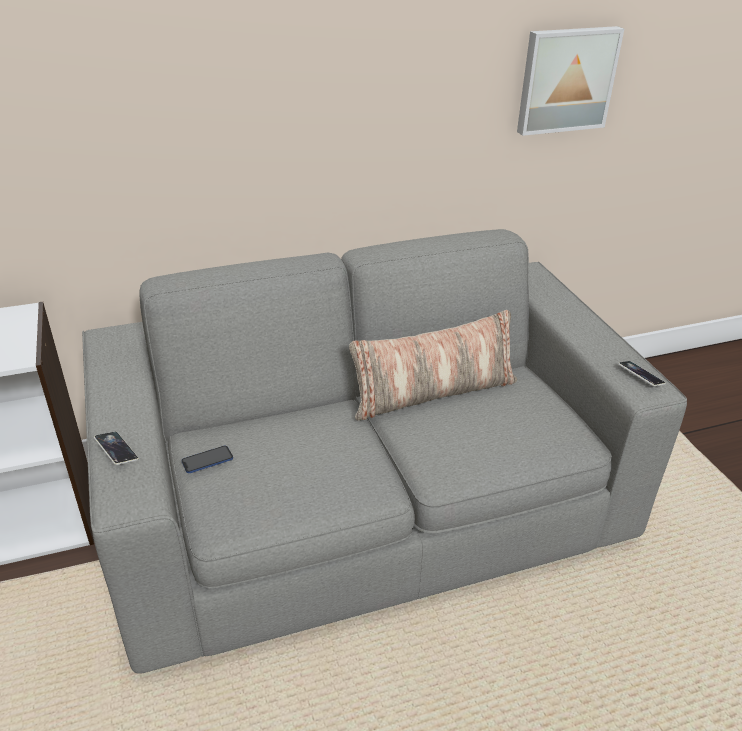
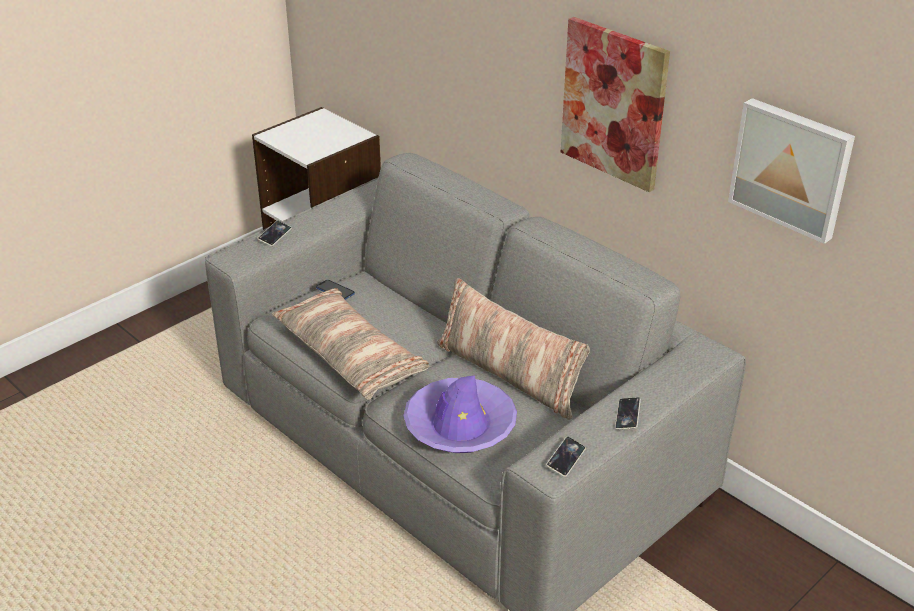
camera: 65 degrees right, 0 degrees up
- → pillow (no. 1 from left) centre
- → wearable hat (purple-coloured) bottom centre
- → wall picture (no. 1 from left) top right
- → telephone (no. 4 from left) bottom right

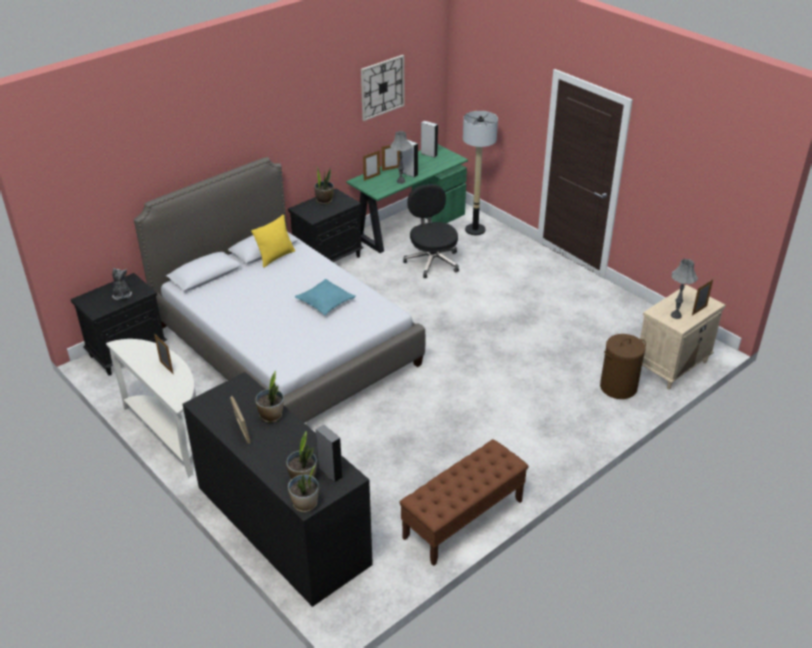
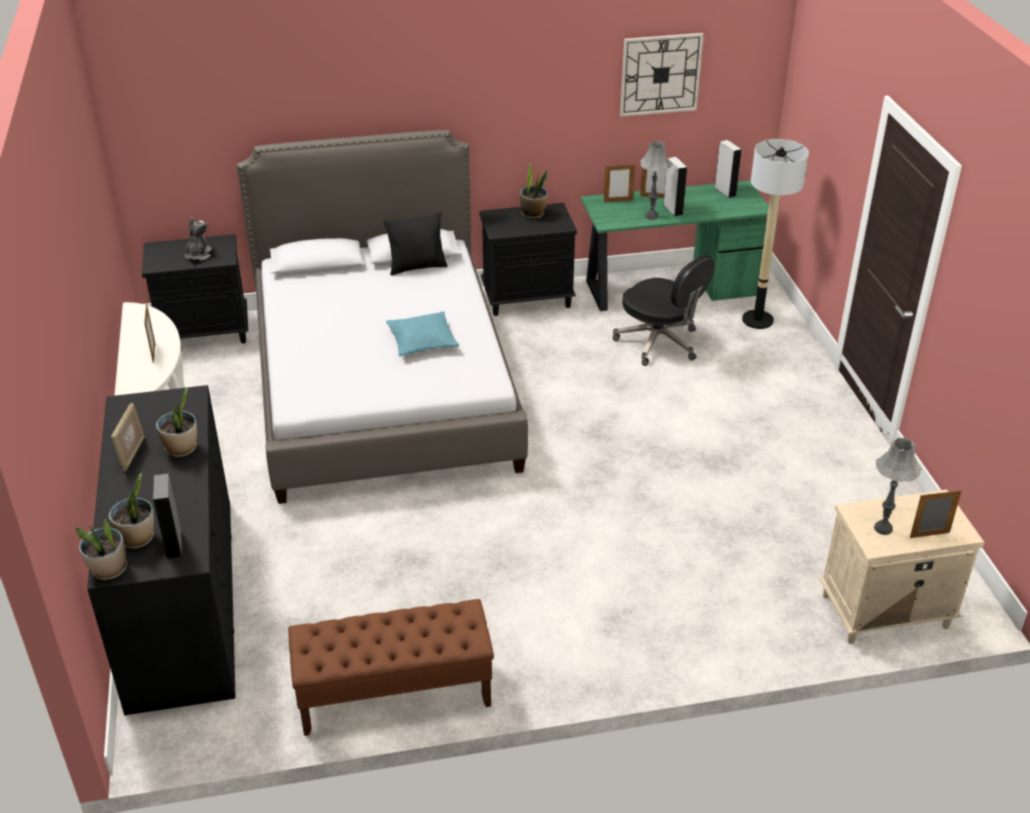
camera: 30 degrees right, 0 degrees up
pillow (yellow-coloured) centre → pillow (blackish) top centre
office chair (blackish) centre, 120 degrees clockwise
washing basket (brown) middle right → -

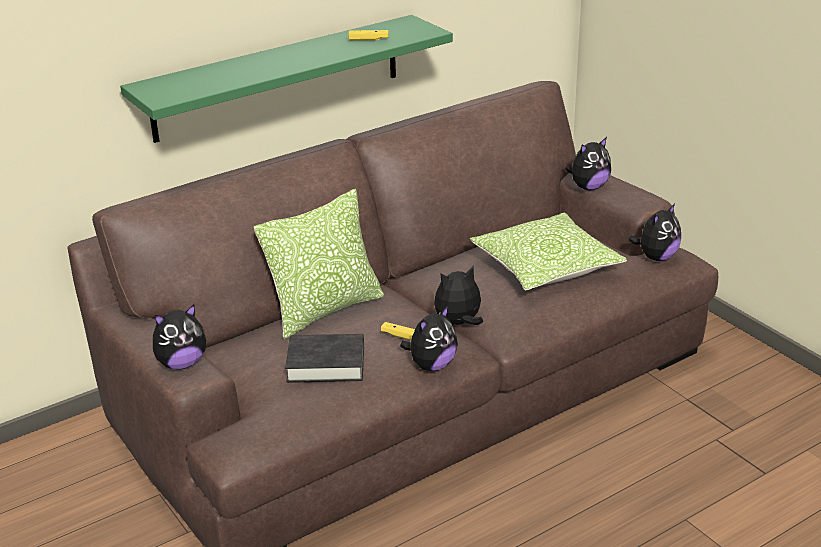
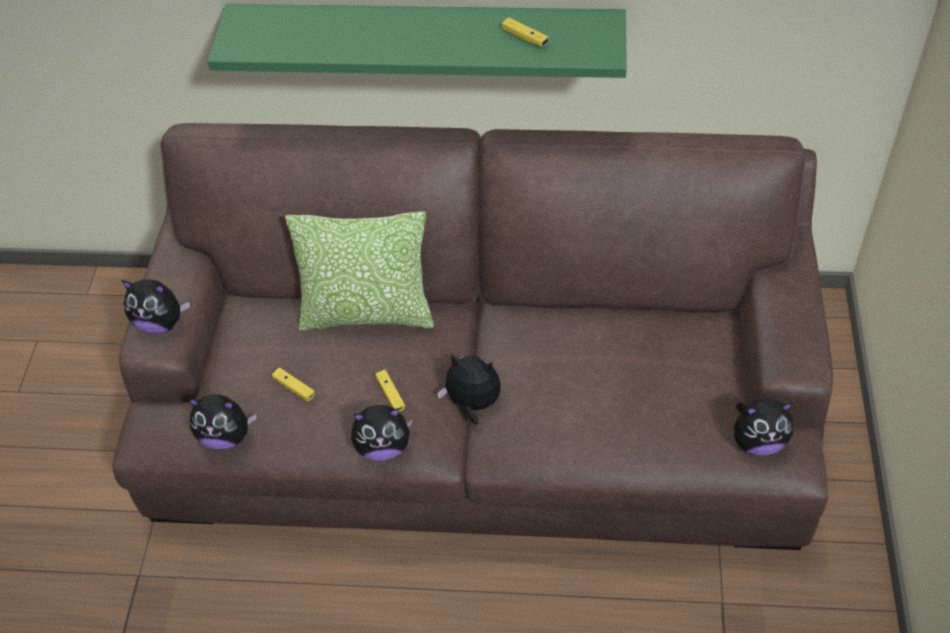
camera: 40 degrees right, 20 degrees up
bound book (blackish) centre → game controller (yellow-coloured) (no. 1 from left) middle left
pillow (no. 2 from left) middle right → -
plush toy (no. 4 from left in the first image) top right → plush toy (no. 2 from left) bottom left, shifted

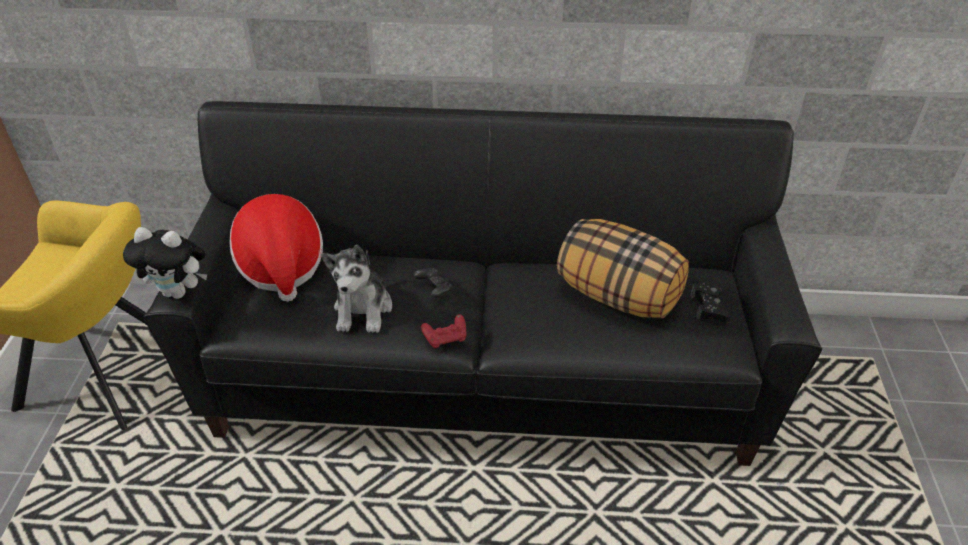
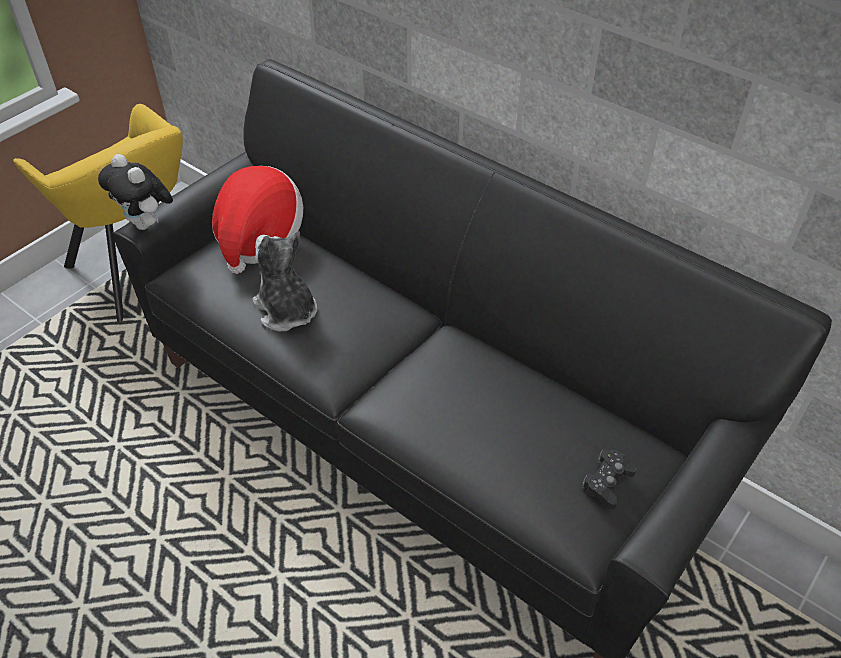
camera: 35 degrees right, 5 degrees up
plush toy (no. 2 from left) centre, 105 degrees clockwise
game controller (blackish) (no. 1 from left) centre → -
game controller (red) centre → -
pillow centre → -

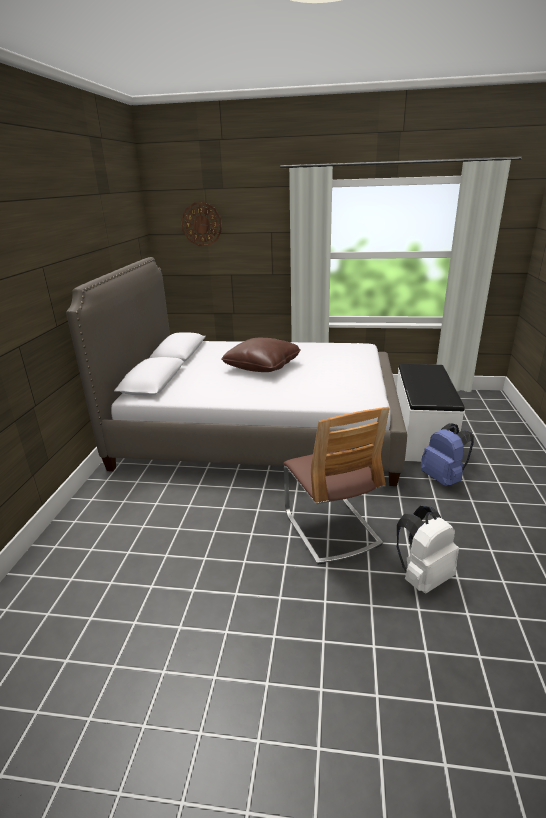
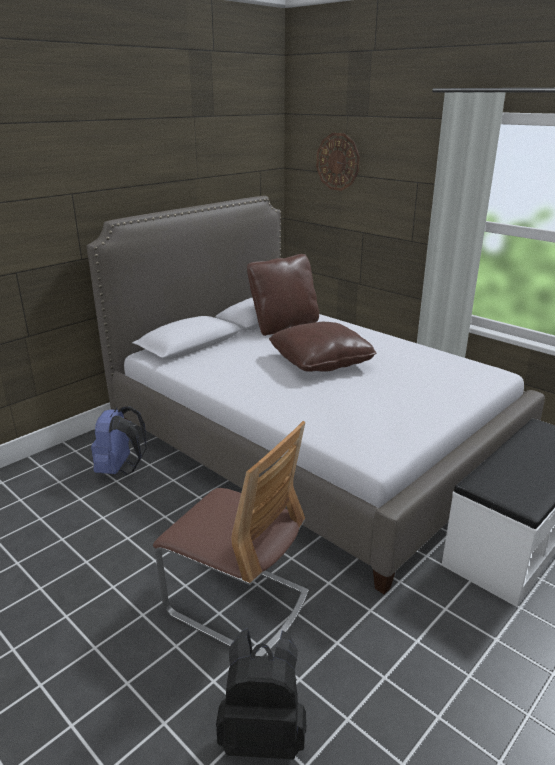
camera: 35 degrees right, 0 degrees up
plain chair centre → plain chair bottom centre, 75 degrees counterclockwise
backpack (whitish) bottom right → backpack (blackish) bottom centre
backpack (blue) middle right → backpack (blue) middle left, shifted
- → pillow (brown) (no. 1 from left) centre

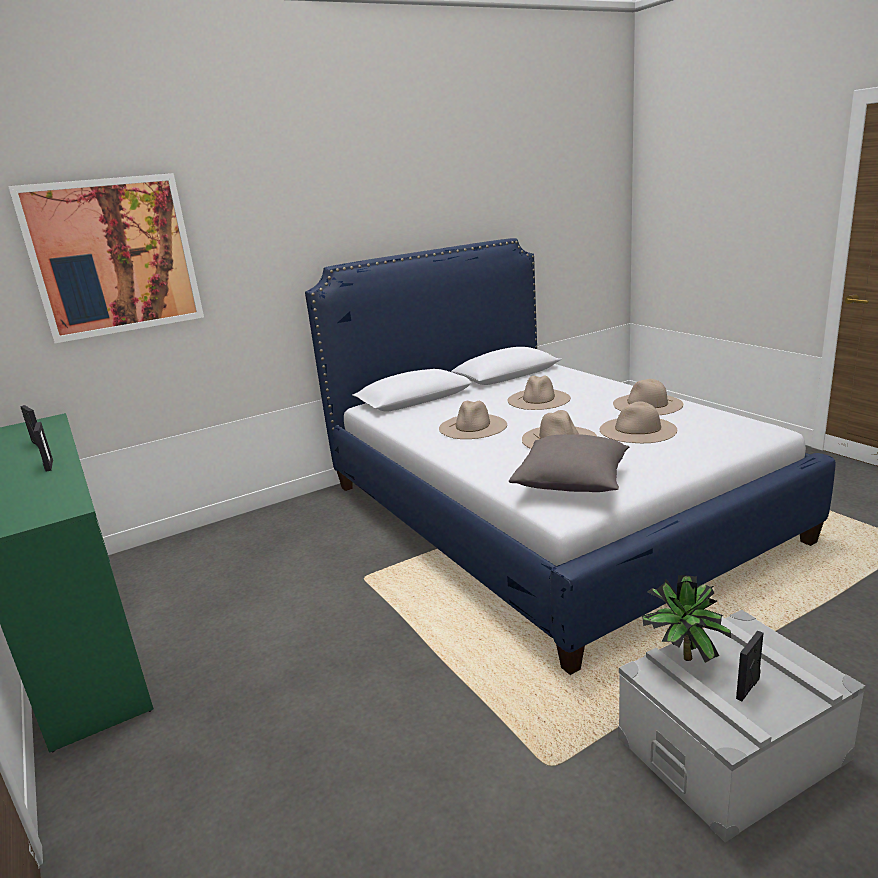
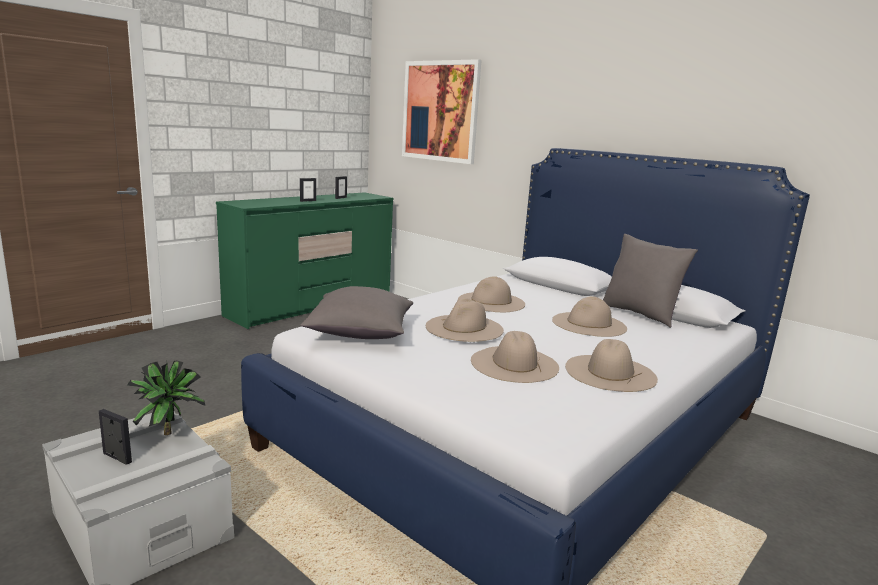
camera: 70 degrees right, 5 degrees down
- → pillow (grey) (no. 2 from left) middle right

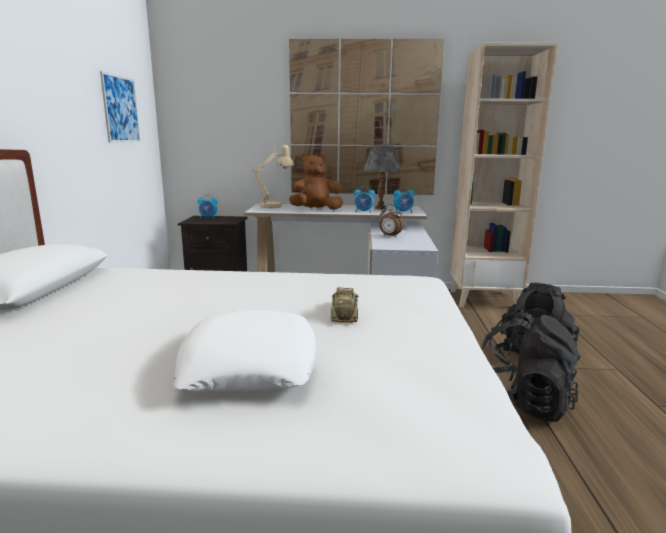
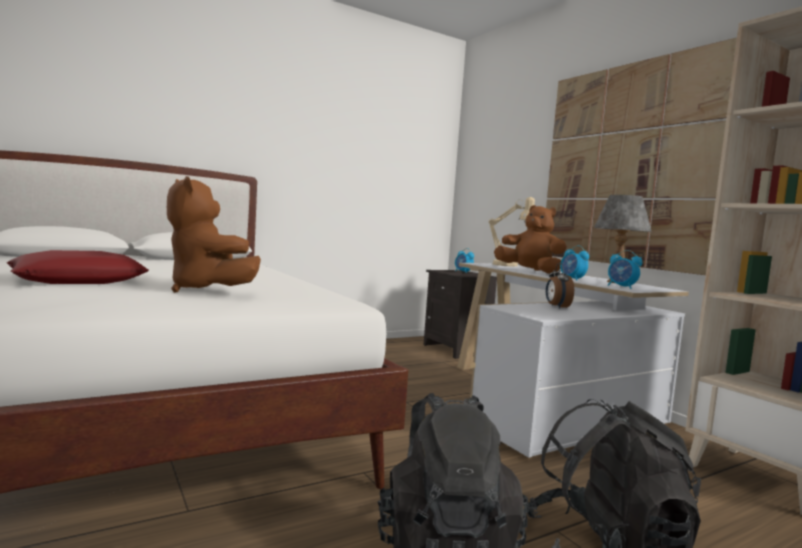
camera: 55 degrees right, 10 degrees down
wall picture (no. 1 from left) top left → -
pillow (whitish) centre → pillow (red) middle left
toy car centre → plush toy (brown) (no. 1 from left) middle left

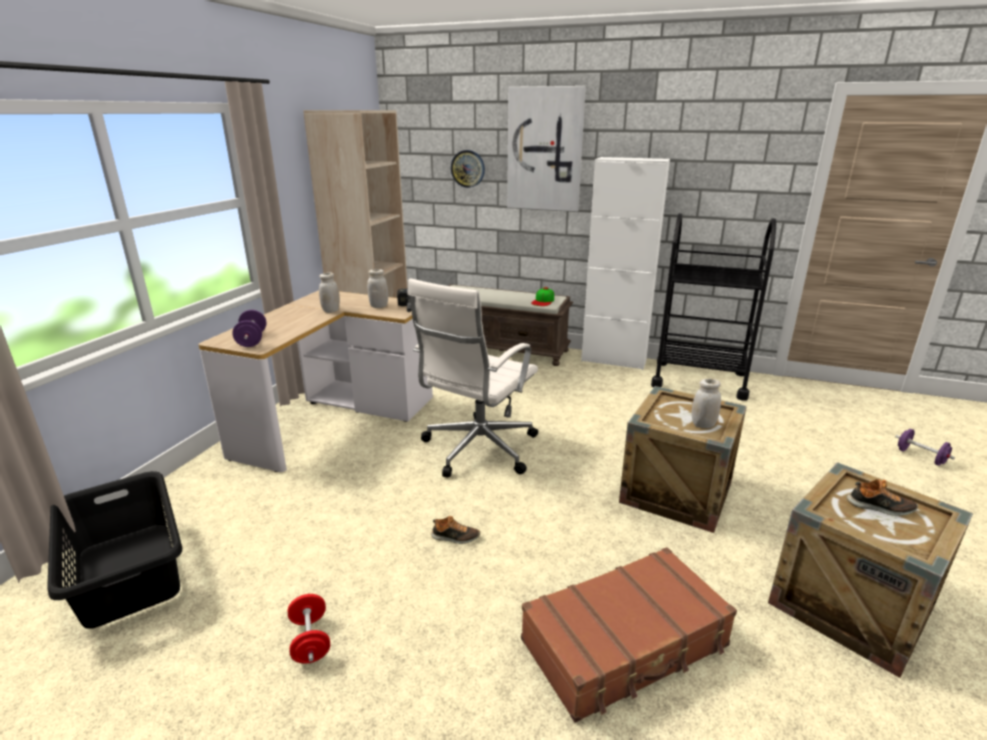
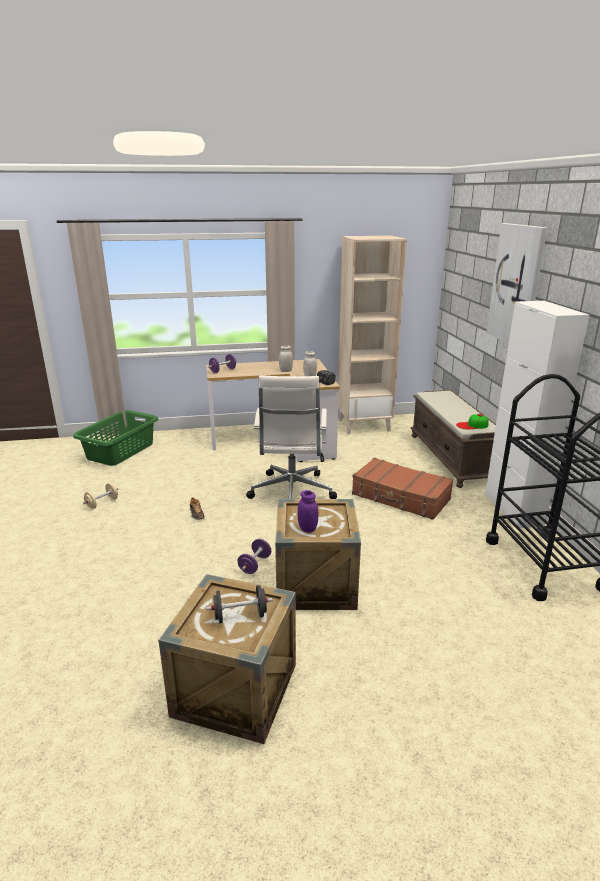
camera: 60 degrees right, 0 degrees up
washing basket (blackish) bottom left → washing basket (green-coloured) middle left
dumbbell (red) bottom left → dumbbell (beige) middle left
office chair (whitish) centre, 90 degrees counterclockwise
wall clock top centre → -
suitcase (brown) bottom centre → suitcase (brown) middle right, shifted
preserve jar (whitish) (no. 3 from left) middle right → preserve jar (purple-coloured) centre
item of footwear (no. 2 from left) bottom right → dumbbell (blackish) bottom centre
dumbbell (purple-coloured) (no. 2 from left) middle right → dumbbell (purple-coloured) (no. 2 from left) centre, shifted

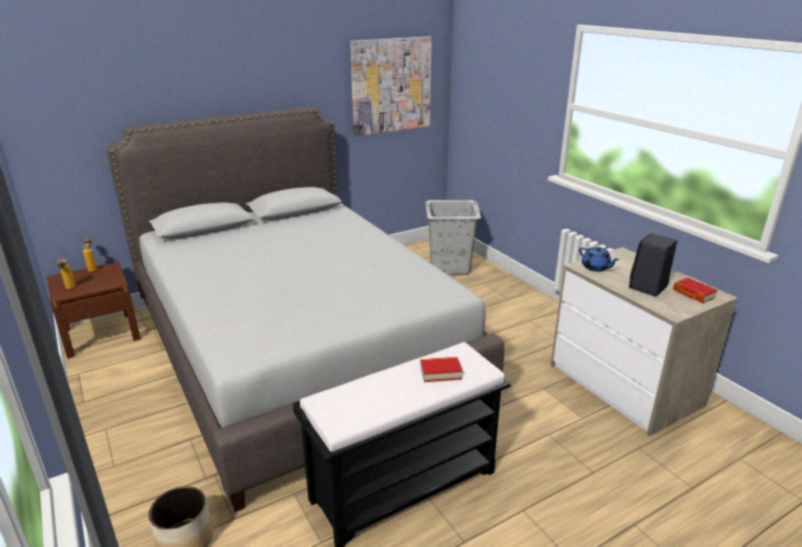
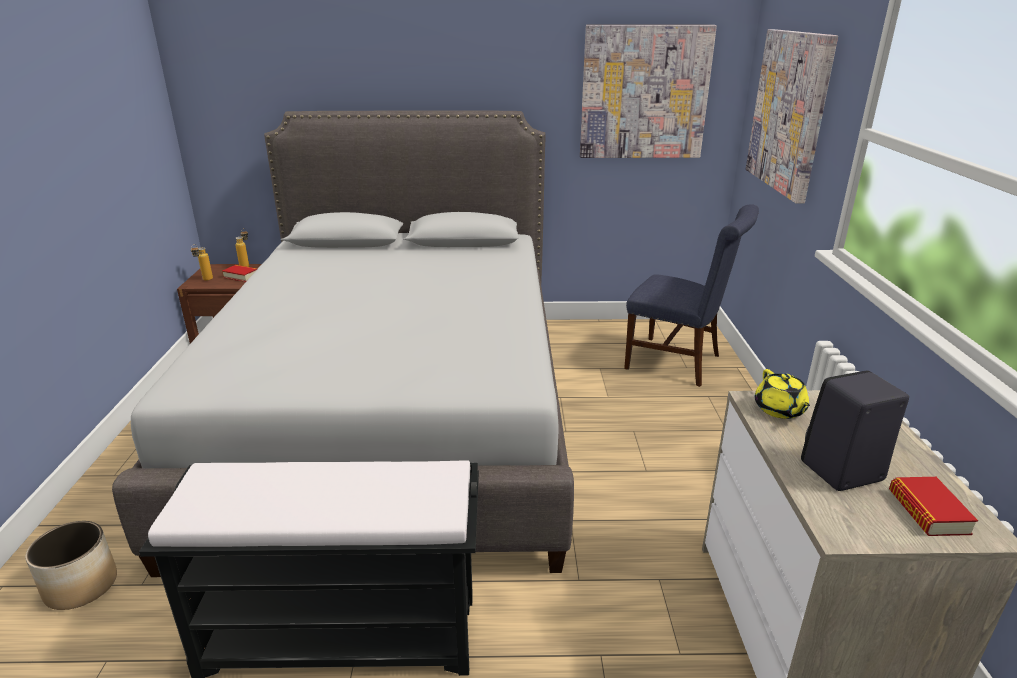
camera: 30 degrees right, 0 degrees up
bound book (no. 1 from left) bottom centre → bound book (no. 1 from left) middle left, shifted
washing basket (grey) centre → plain chair (blue) middle right
teapot (blue) middle right → teapot (yellow-coloured) middle right
- → wall picture (no. 2 from left) top right

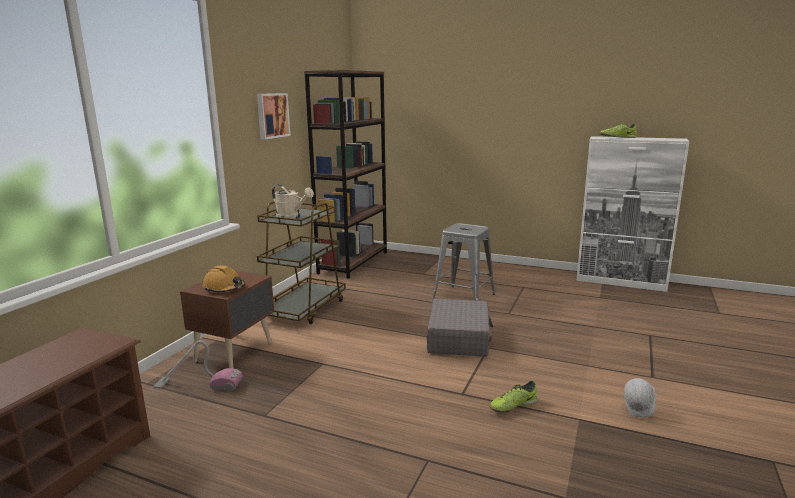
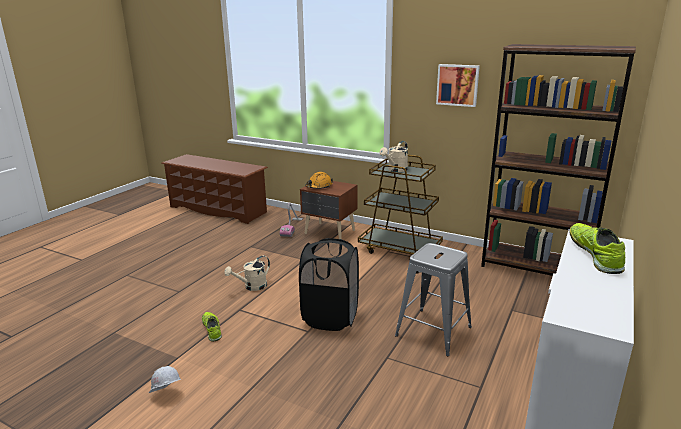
camera: 95 degrees right, 5 degrees up
suitcase (grey) centre → washing basket (blackish) centre
- → watering can (beige) (no. 1 from left) centre

